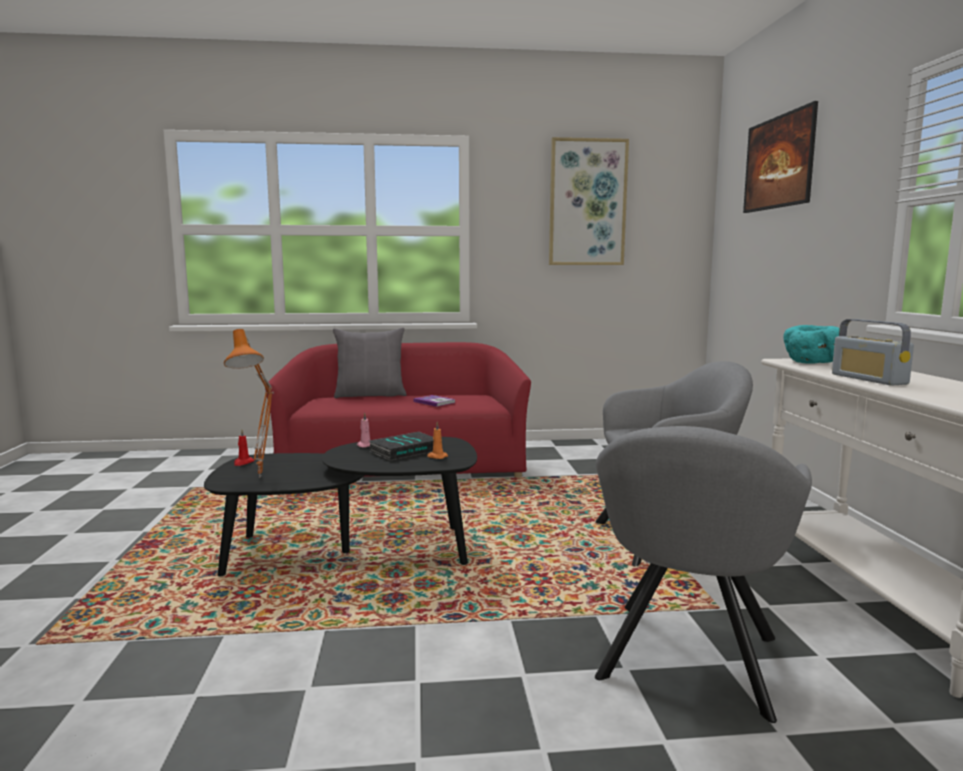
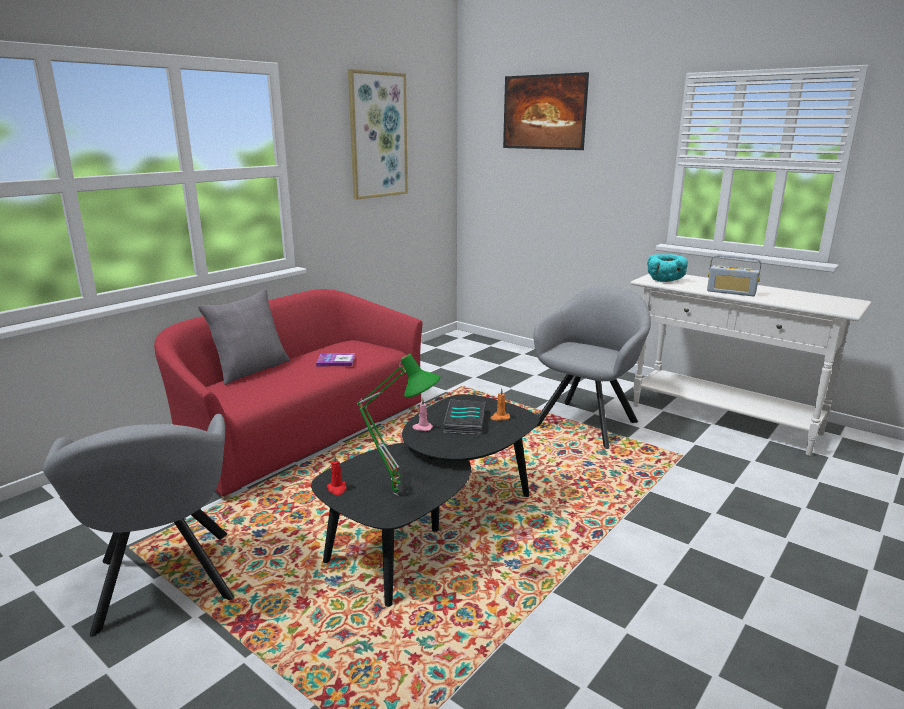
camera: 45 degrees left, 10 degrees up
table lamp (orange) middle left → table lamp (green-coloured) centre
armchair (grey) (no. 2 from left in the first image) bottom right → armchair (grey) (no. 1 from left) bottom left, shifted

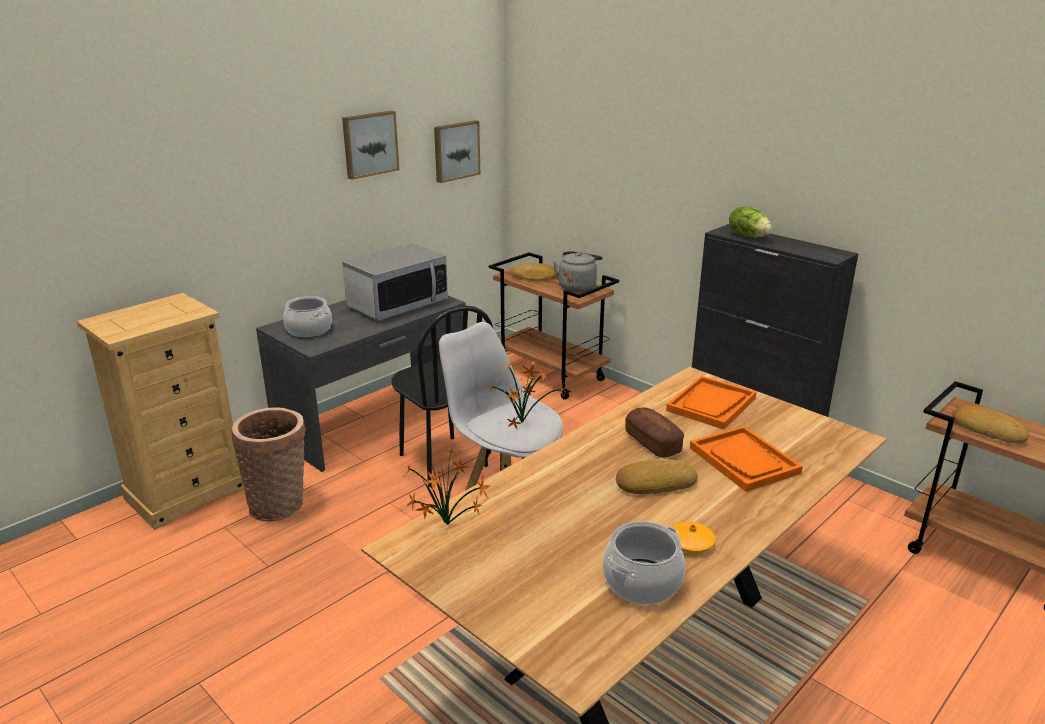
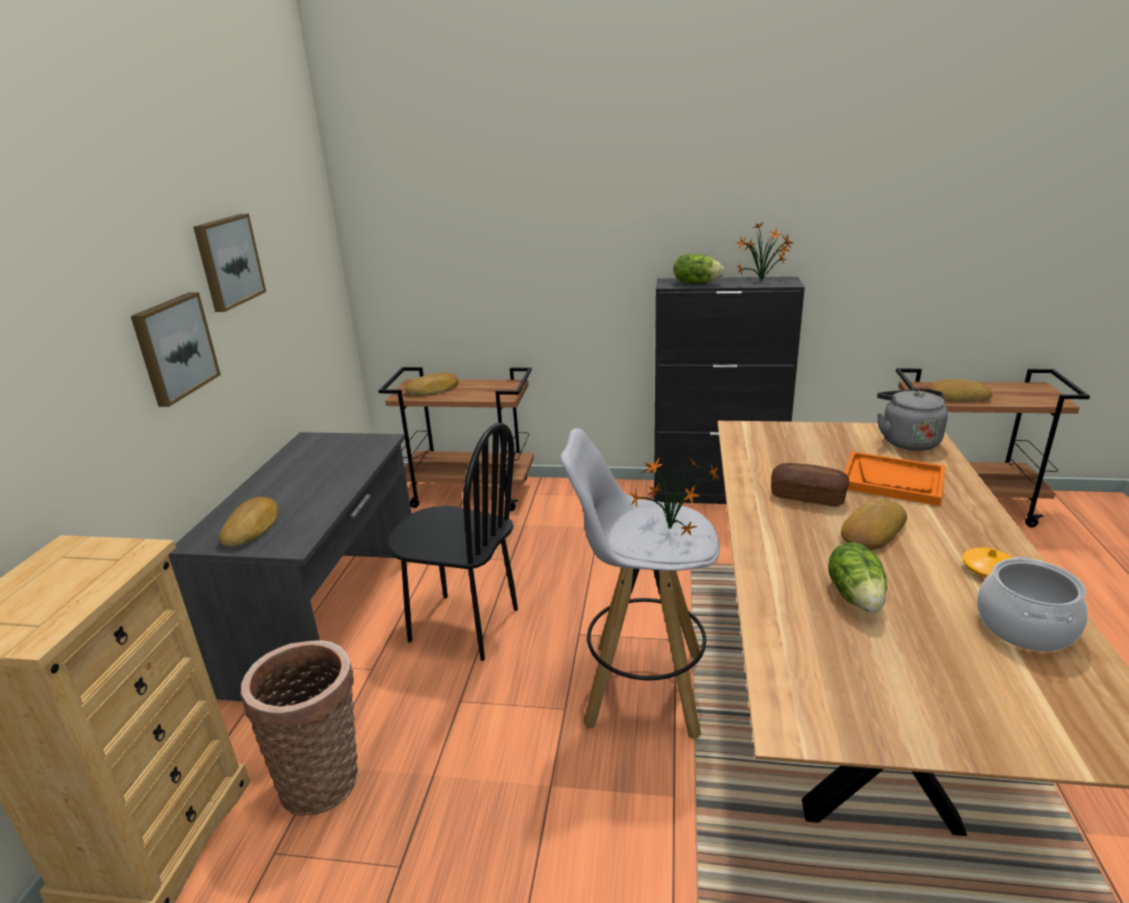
camera: 35 degrees left, 0 degrees up
saucepot (no. 1 from left) middle left → bakery bread (no. 1 from left) middle left
kitchen microwave centre → -
houseplant (no. 1 from left in the first image) bottom centre → houseplant (no. 2 from left) top right, shifted
wall picture (no. 2 from left in the first image) top centre → wall picture (no. 1 from left) middle left, shifted
water kettle (grey) centre → water kettle (grey) middle right, shifted
carrying tray (orange) (no. 1 from left) middle right → -
- → head of lettuce (no. 2 from left) middle right

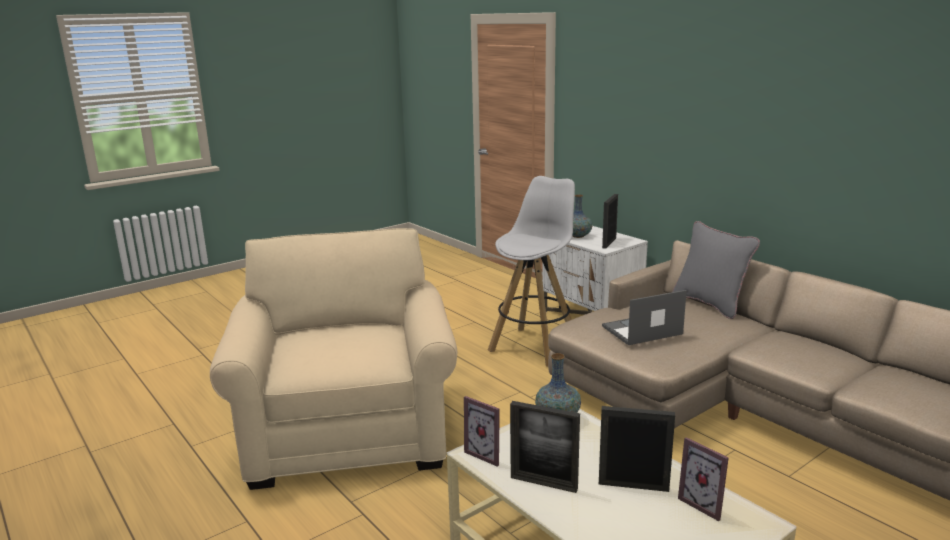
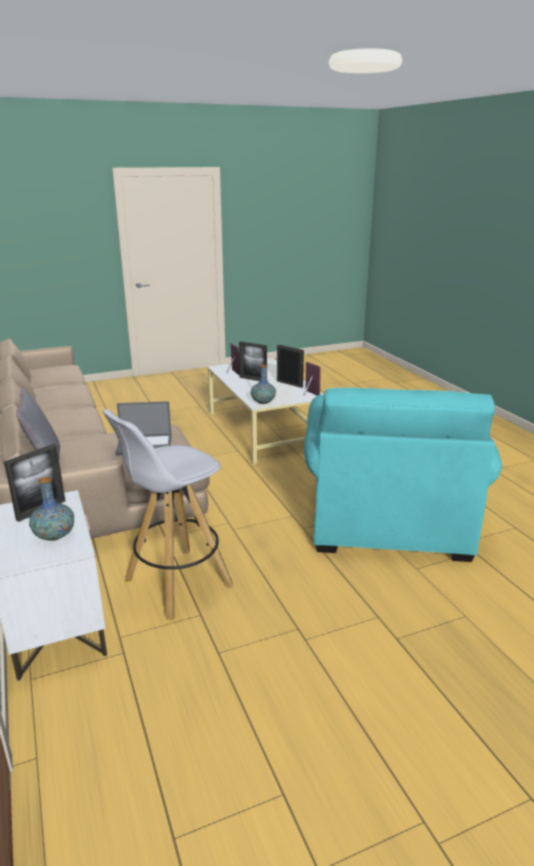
camera: 165 degrees left, 5 degrees up
armchair (beige) centre → armchair (turquoise) middle right

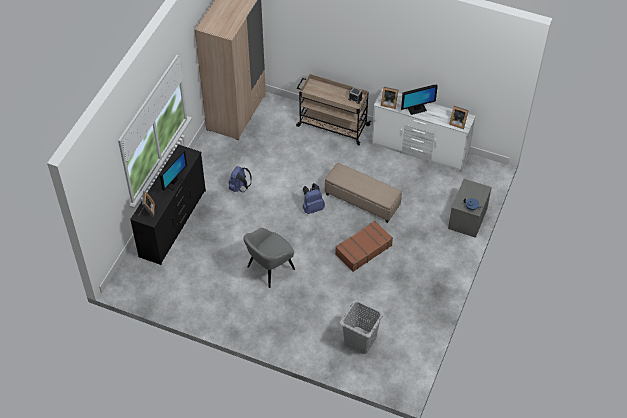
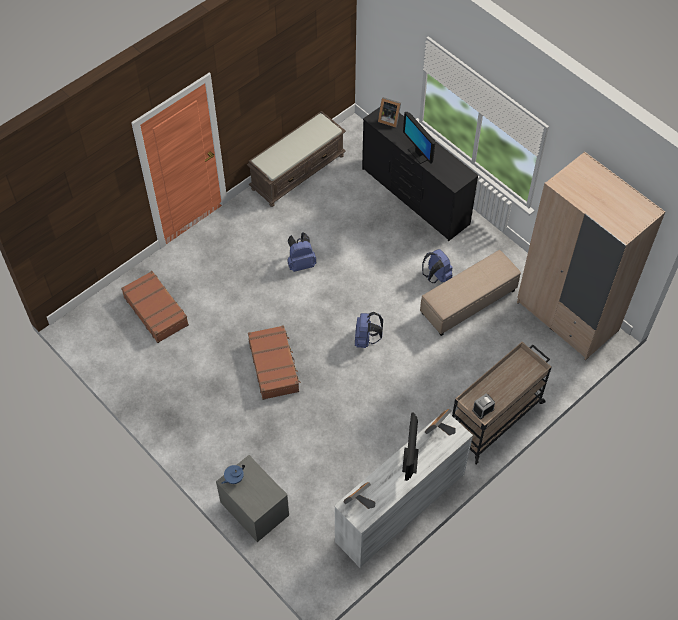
camera: 115 degrees right, 5 degrees up
armchair (grey) centre → backpack (blue) (no. 1 from left) centre
footrest (beige) centre → footrest (beige) middle right, shifted
washing basket (grey) bottom centre → suitcase (brown) (no. 1 from left) middle left
- → indoor bench (brown) top centre

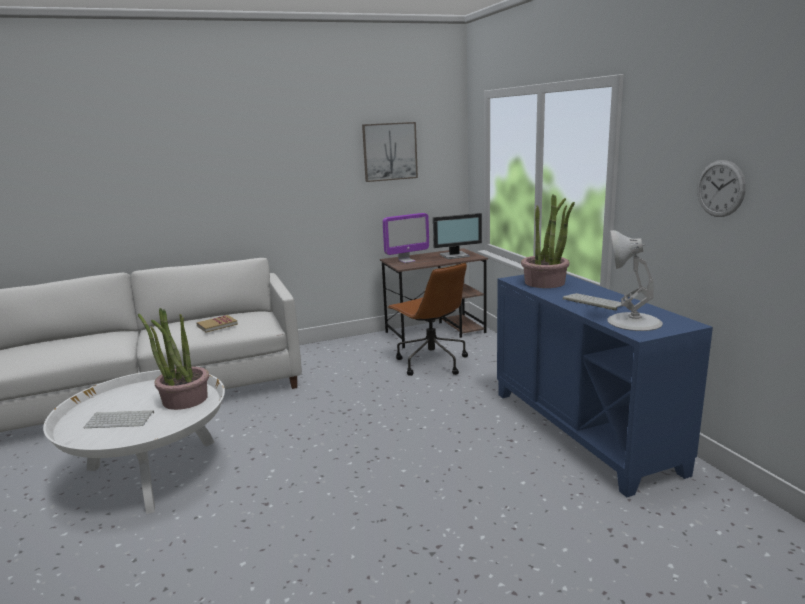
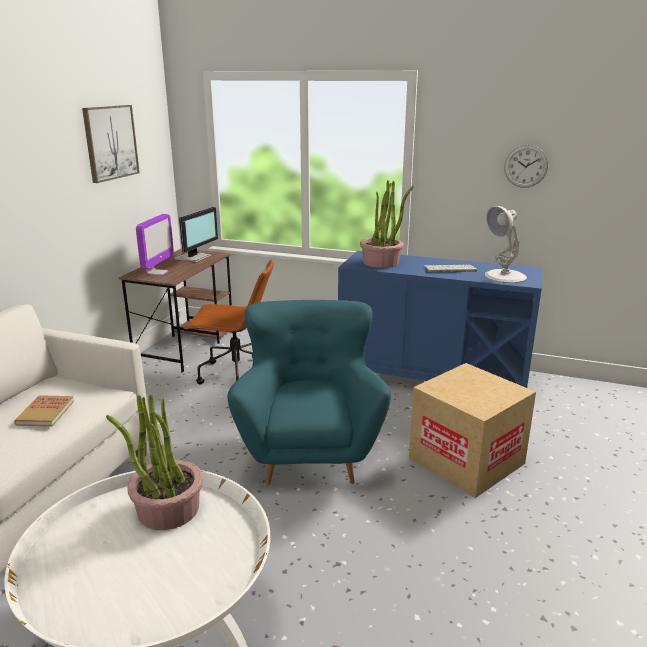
camera: 50 degrees left, 5 degrees up
computer keyboard (no. 1 from left) bottom left → -
- → armchair (turquoise) centre
- → cardboard box middle right

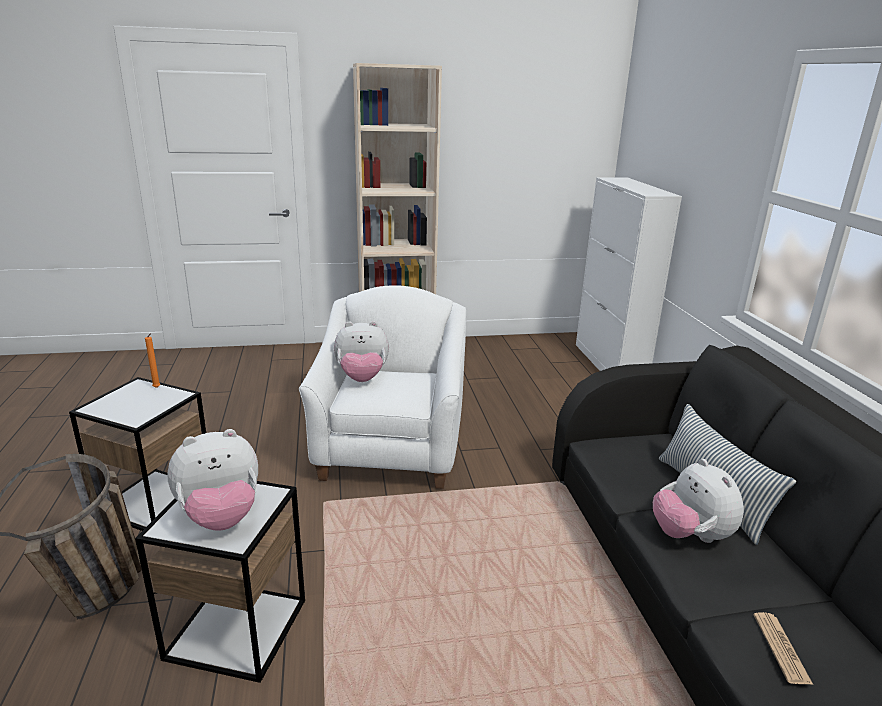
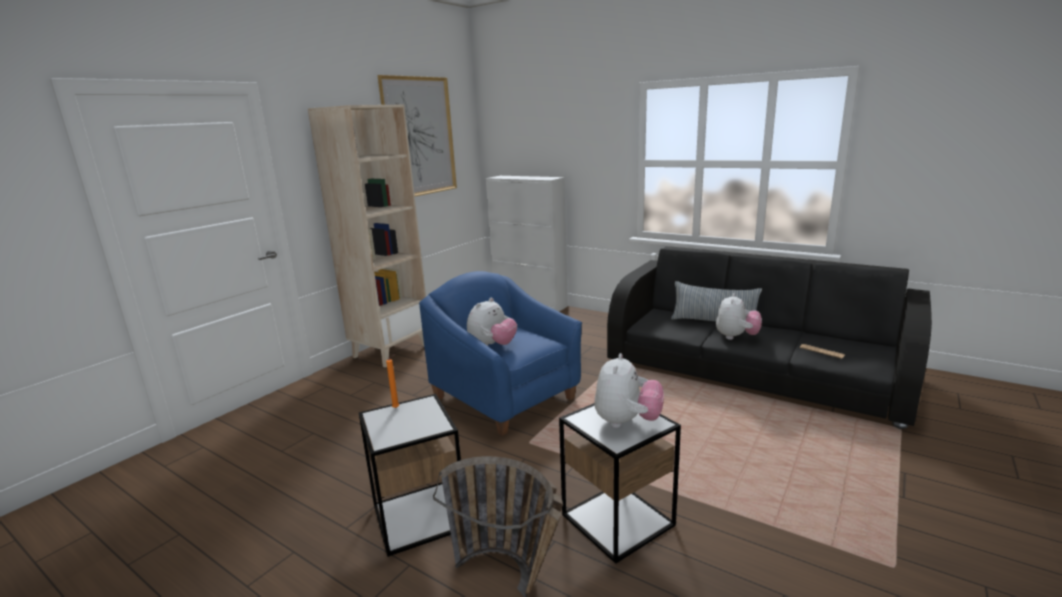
camera: 45 degrees left, 5 degrees down
armchair (whitish) centre → armchair (blue) centre
plush toy (no. 3 from left) bottom right → plush toy (no. 3 from left) middle right, 90 degrees counterclockwise
- → wall picture top centre

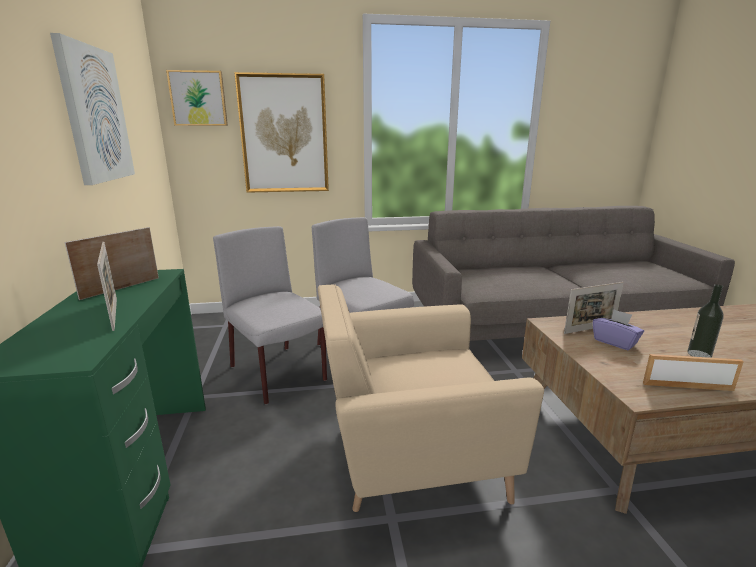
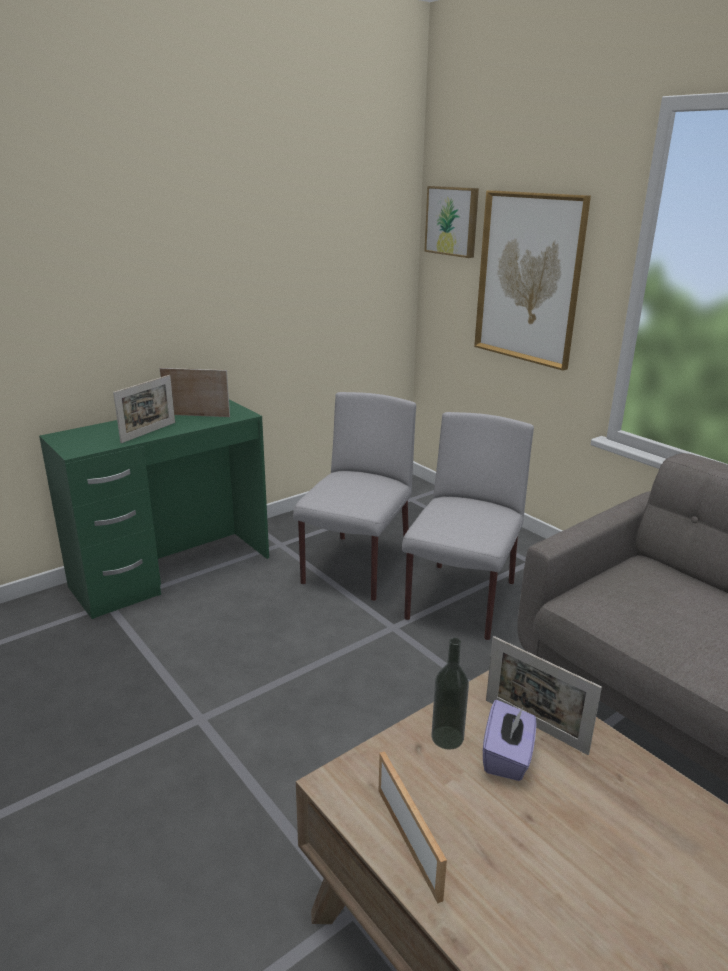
camera: 60 degrees right, 5 degrees up
wall picture (no. 1 from left) top left → -
armchair (beige) bottom centre → -
bottle middle right → bottle bottom centre, shifted

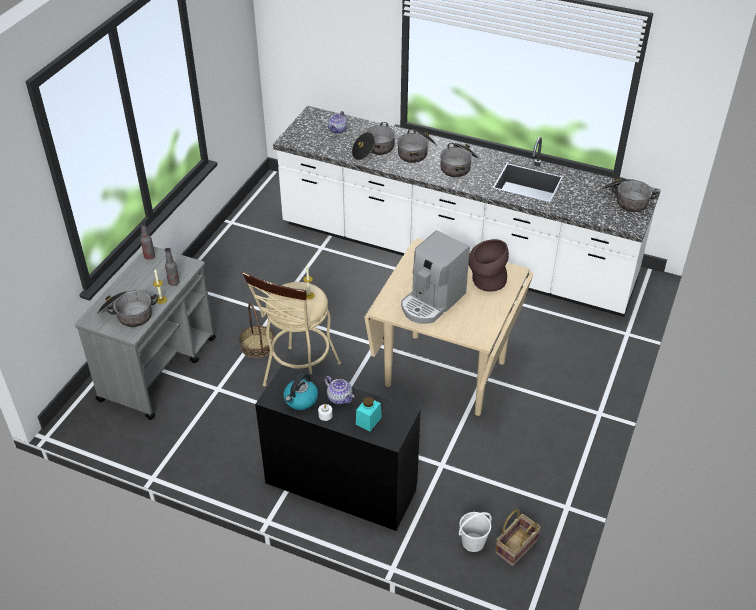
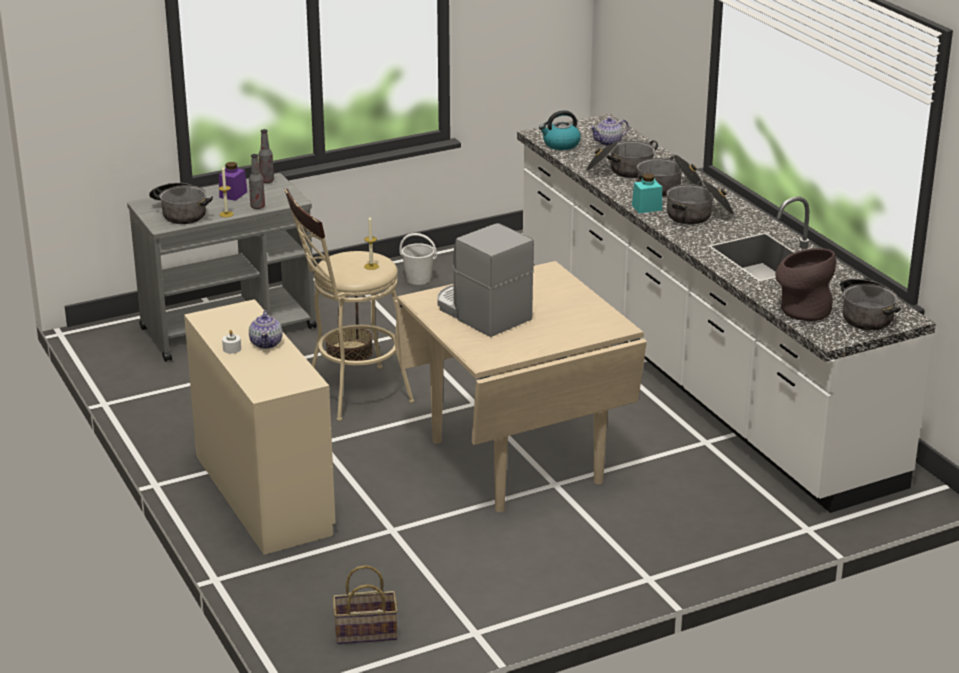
camera: 40 degrees right, 15 degrees down
desk (blackish) bottom centre → desk (beige) middle left
water kettle centre → water kettle top centre, shifted
preserve jar (turquoise) bottom centre → preserve jar (turquoise) top right, shifted
coffee maker centre, 60 degrees clockwise
bucket (whitish) bottom centre → bucket (whitish) centre, shifted
flower vase (brown) centre → flower vase (brown) middle right, shifted
- → preserve jar (purple-coloured) top left

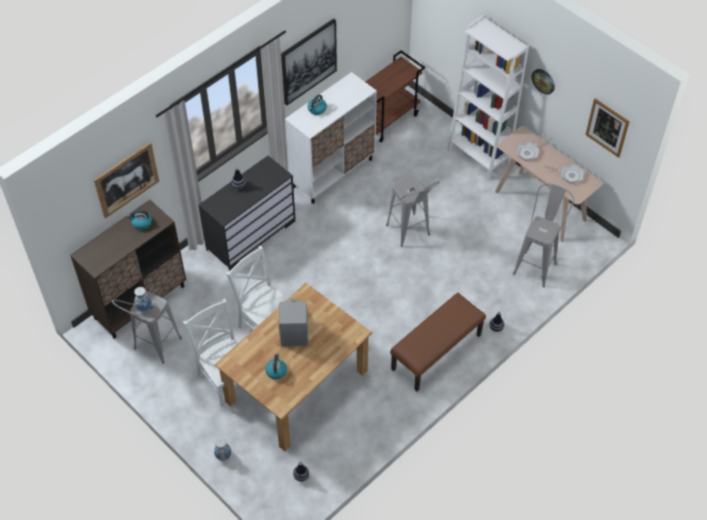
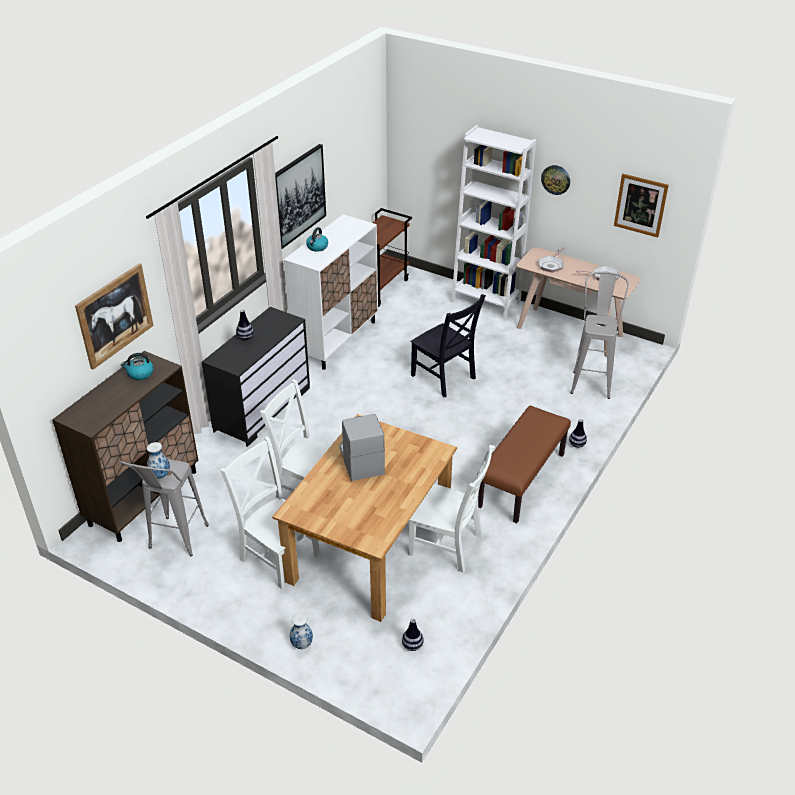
camera: 15 degrees left, 15 degrees down
water kettle (no. 2 from left) bottom centre → -
sitting stool (grey) (no. 2 from left) centre → plain chair (blackish) centre
- → plain chair (whitish) (no. 3 from left) centre

